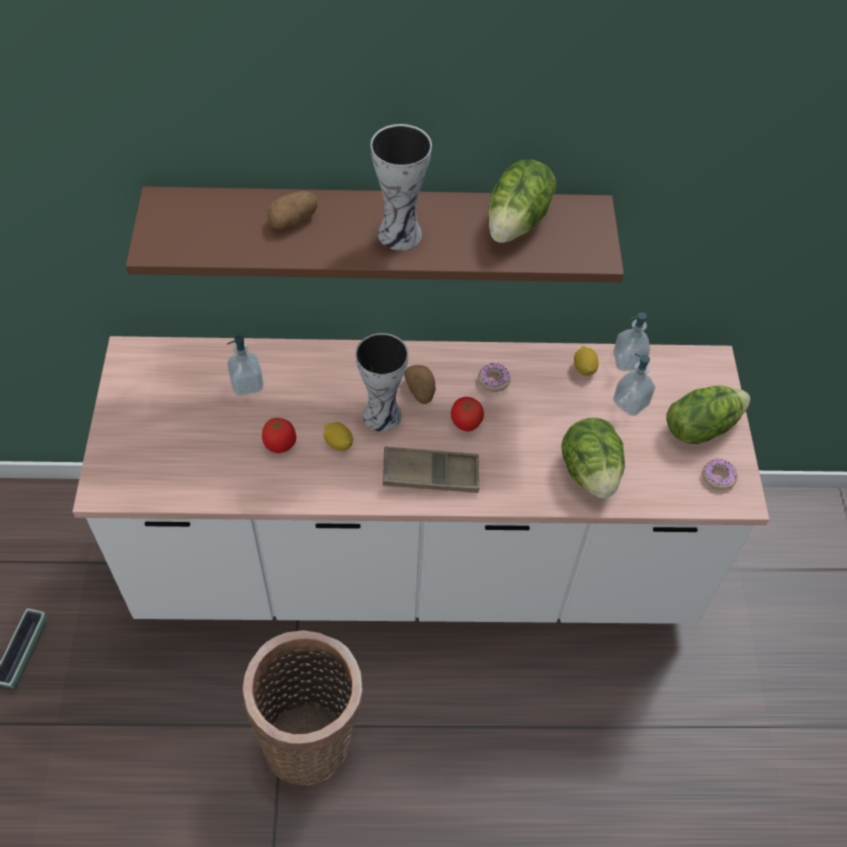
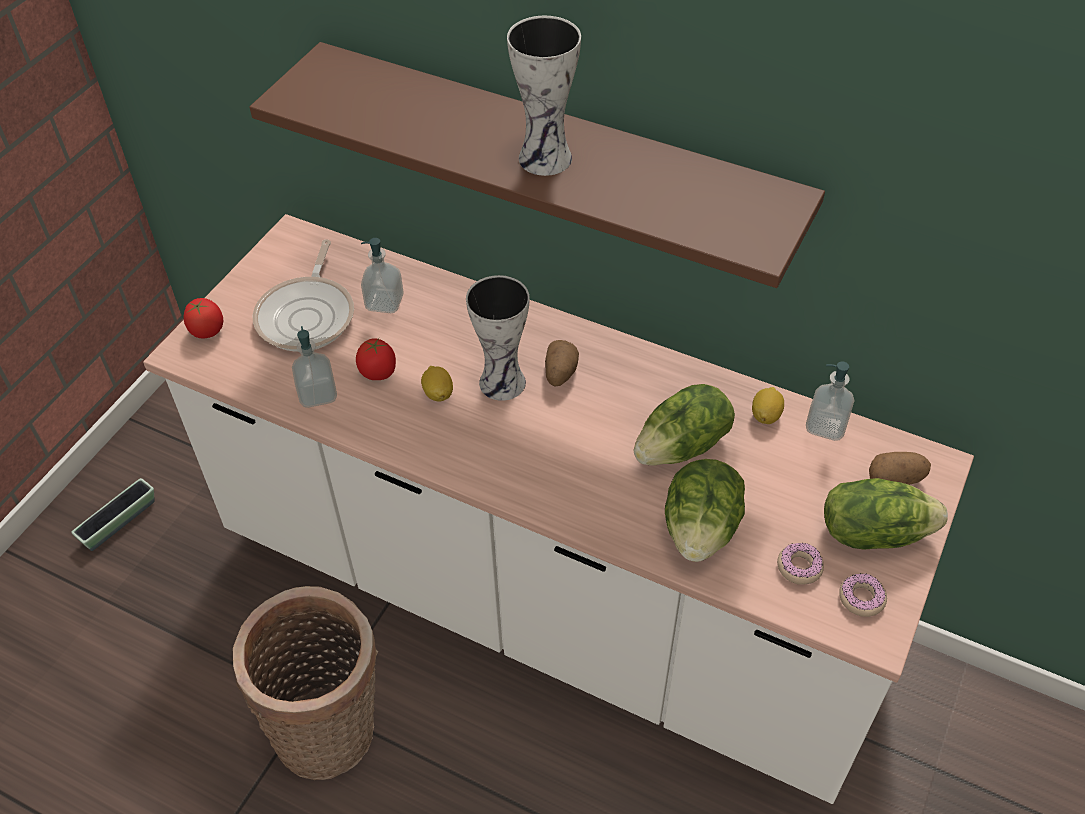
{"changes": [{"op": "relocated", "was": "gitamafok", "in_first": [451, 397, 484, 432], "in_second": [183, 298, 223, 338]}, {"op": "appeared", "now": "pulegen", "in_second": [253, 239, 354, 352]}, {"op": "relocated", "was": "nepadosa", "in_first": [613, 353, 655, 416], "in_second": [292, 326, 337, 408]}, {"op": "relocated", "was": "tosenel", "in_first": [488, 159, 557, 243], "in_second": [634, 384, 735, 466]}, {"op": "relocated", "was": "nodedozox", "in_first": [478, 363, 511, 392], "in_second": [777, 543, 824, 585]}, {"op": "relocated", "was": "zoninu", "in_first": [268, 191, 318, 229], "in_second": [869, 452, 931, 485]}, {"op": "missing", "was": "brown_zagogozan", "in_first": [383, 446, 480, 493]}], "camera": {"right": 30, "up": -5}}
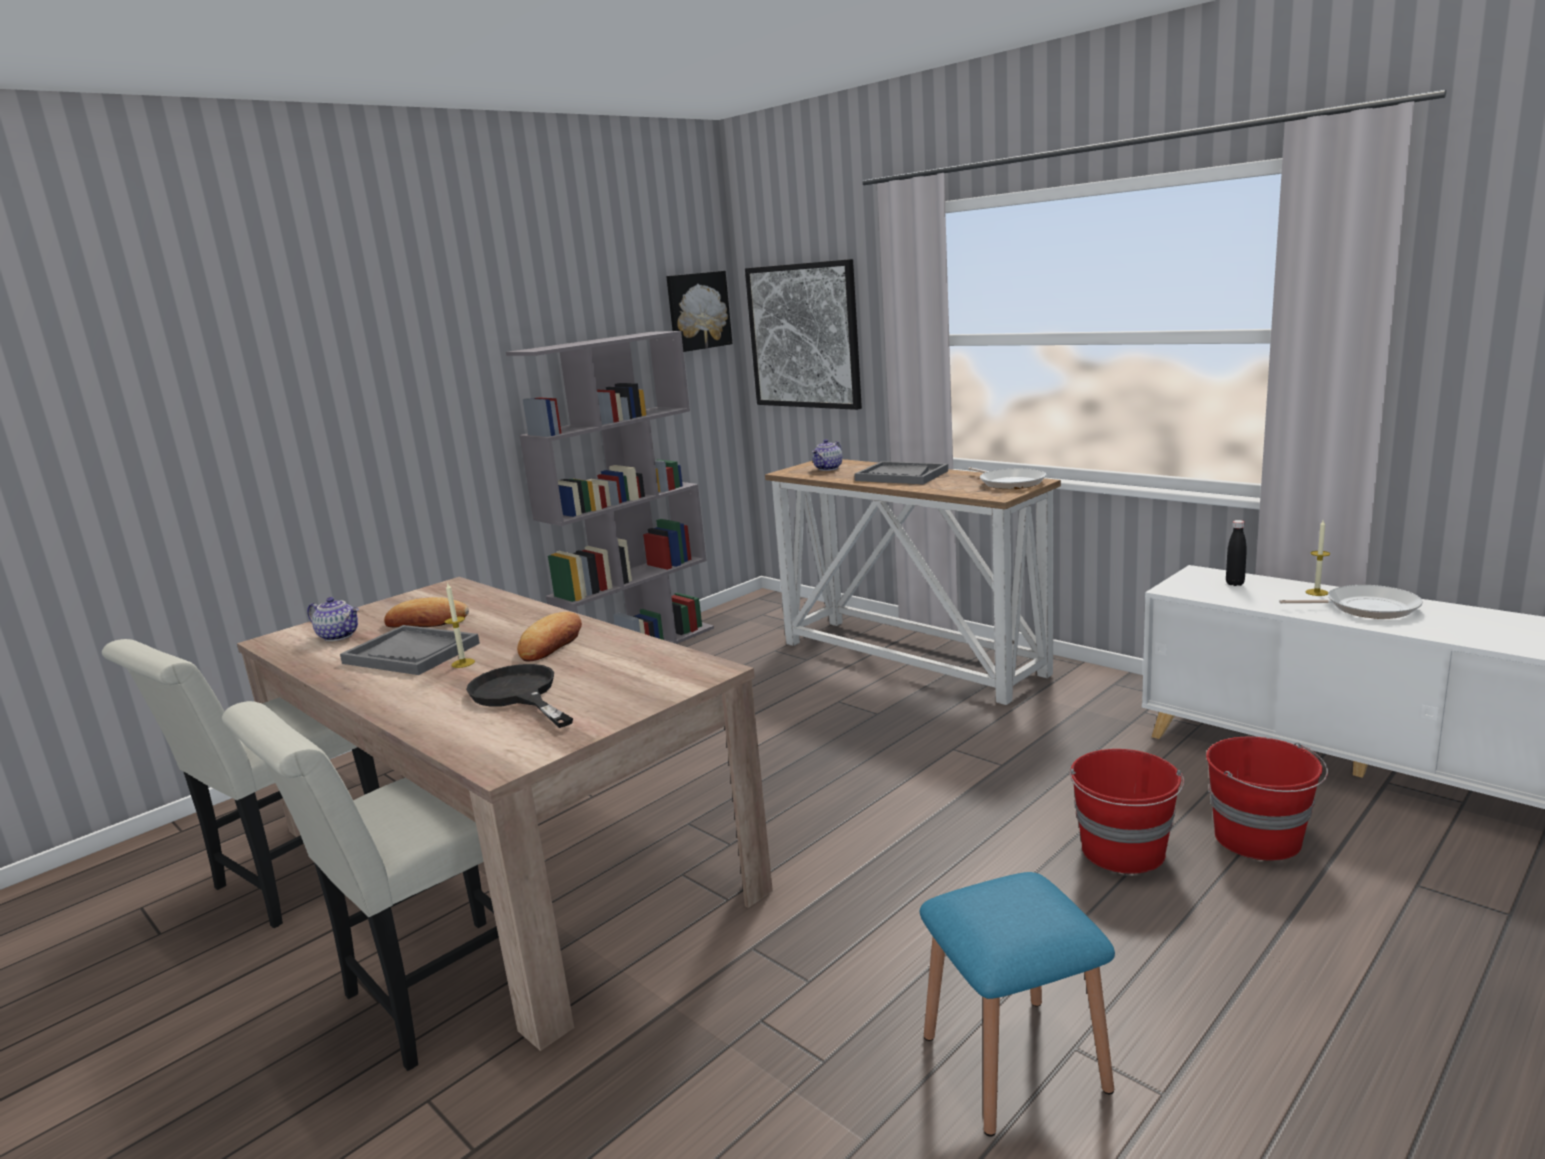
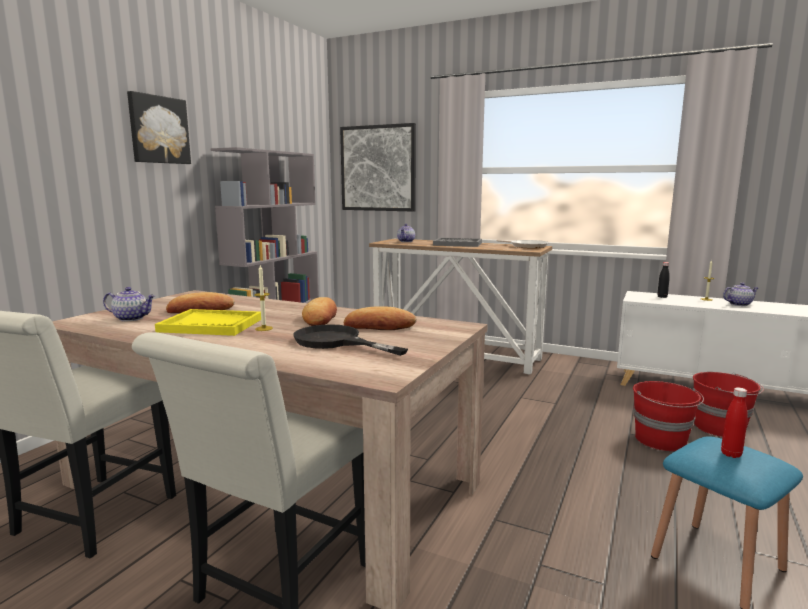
{"changes": [{"op": "relocated", "was": "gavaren", "in_first": [666, 271, 732, 352], "in_second": [127, 91, 191, 164]}, {"op": "colour", "was": "grey_zagogozan", "now": "yellow_zagogozan", "in_first": [340, 625, 480, 675], "in_second": [155, 309, 261, 336]}, {"op": "appeared", "now": "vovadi", "in_second": [344, 306, 417, 330]}, {"op": "appeared", "now": "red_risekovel", "in_second": [721, 387, 748, 458]}, {"op": "exchanged", "was": "pulegen", "now": "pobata", "in_first": [1279, 585, 1423, 619], "in_second": [723, 282, 758, 306]}], "camera": {"right": -20, "up": -5}}
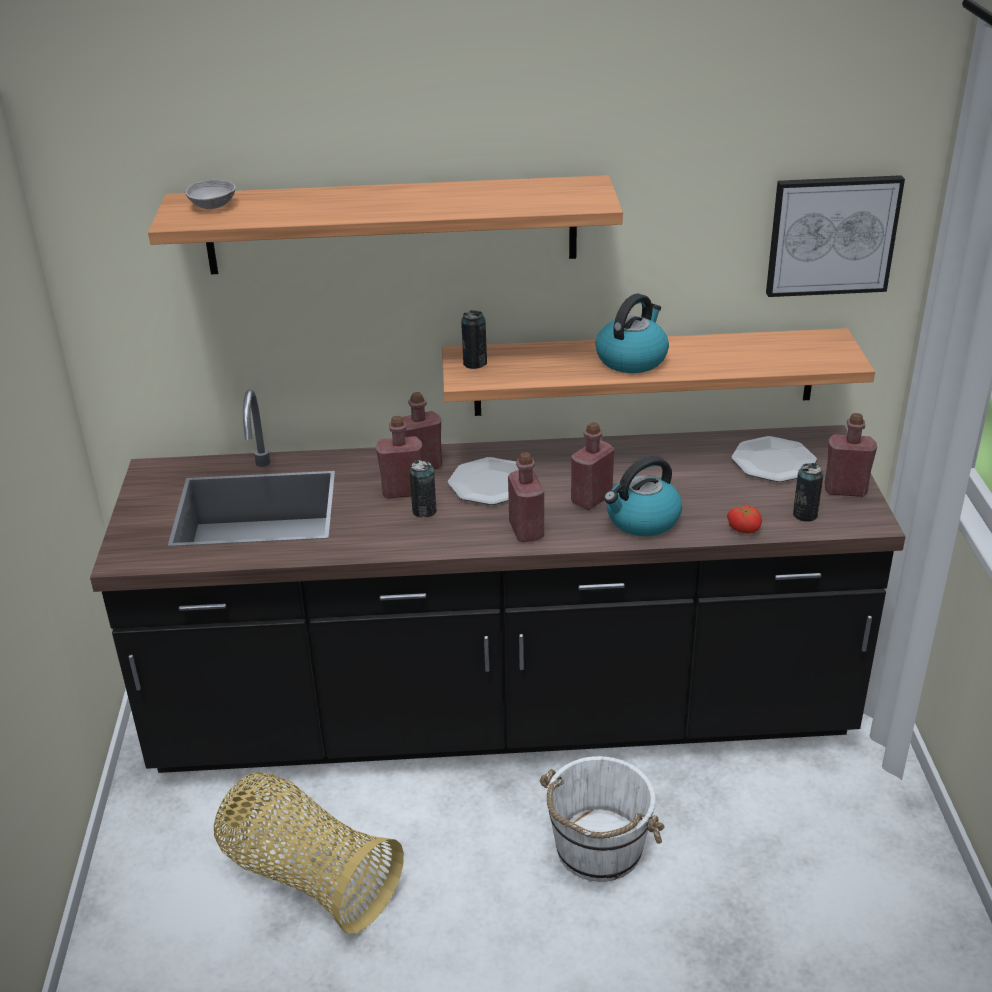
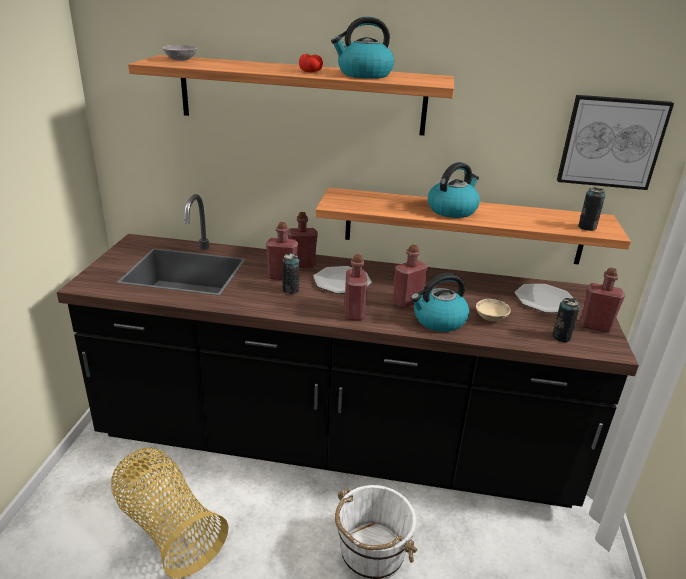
{"changes": [{"op": "relocated", "was": "gitamafok", "in_first": [727, 505, 762, 534], "in_second": [299, 54, 323, 72]}, {"op": "appeared", "now": "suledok", "in_second": [331, 17, 394, 79]}, {"op": "appeared", "now": "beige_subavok", "in_second": [476, 299, 511, 321]}, {"op": "relocated", "was": "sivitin", "in_first": [461, 310, 487, 369], "in_second": [578, 187, 605, 231]}], "camera": {"right": 10, "up": -5}}
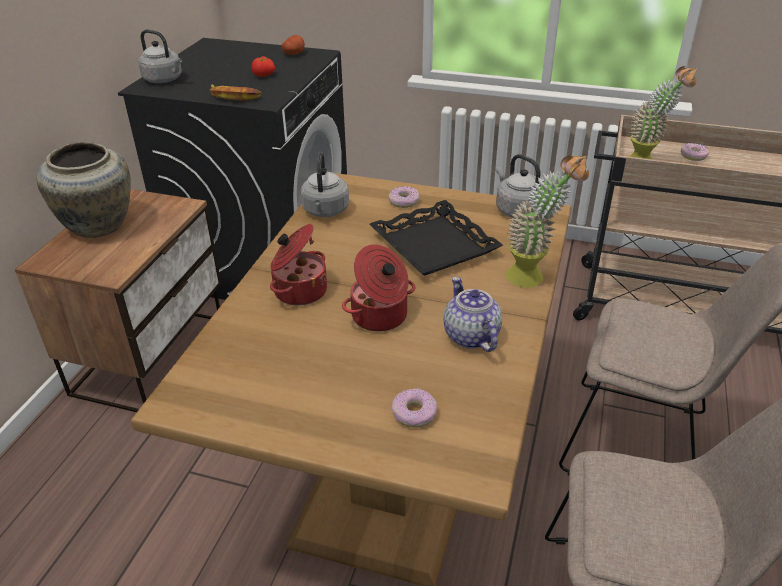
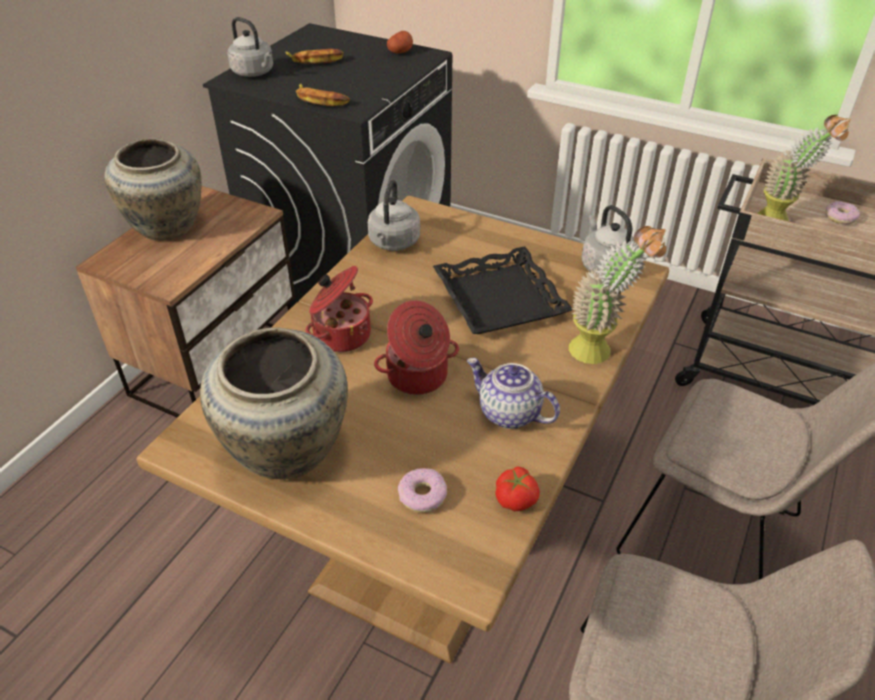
{"changes": [{"op": "appeared", "now": "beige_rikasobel", "in_second": [200, 327, 348, 479]}, {"op": "appeared", "now": "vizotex", "in_second": [285, 49, 344, 64]}, {"op": "spun", "was": "pobata", "in_first": [444, 277, 502, 352], "in_second": [467, 358, 560, 429], "clockwise": -45}, {"op": "relocated", "was": "gitamafok", "in_first": [251, 56, 275, 77], "in_second": [495, 466, 540, 511]}, {"op": "missing", "was": "nodedozox", "in_first": [388, 186, 420, 208]}], "camera": {"right": 10, "up": 5}}
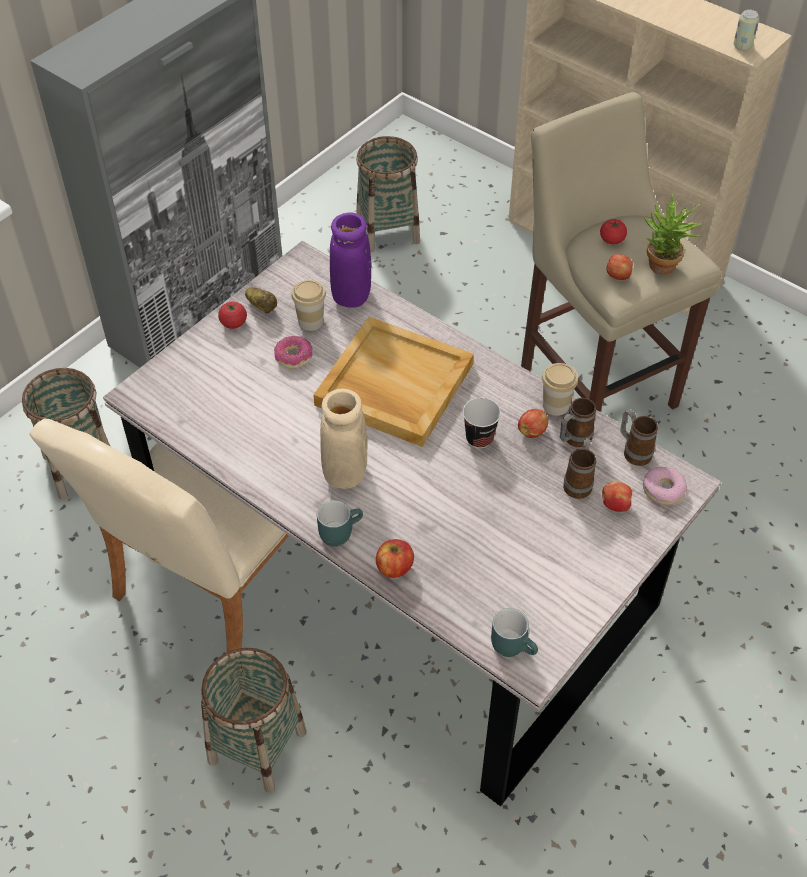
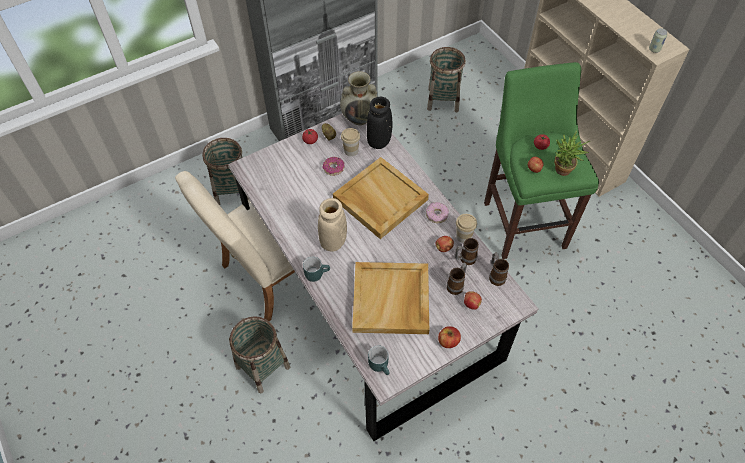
{"changes": [{"op": "appeared", "now": "beige_rikasobel", "in_second": [340, 71, 377, 125]}, {"op": "appeared", "now": "beige_zagogozan", "in_second": [352, 262, 429, 334]}, {"op": "colour", "was": "purple_rikasobel", "now": "black_rikasobel", "in_first": [330, 212, 371, 308], "in_second": [367, 97, 393, 149]}, {"op": "relocated", "was": "nodedozox", "in_first": [643, 466, 687, 505], "in_second": [426, 202, 449, 223]}, {"op": "relocated", "was": "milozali", "in_first": [376, 539, 414, 578], "in_second": [438, 326, 461, 348]}, {"op": "colour", "was": "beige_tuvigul", "now": "green_tuvigul", "in_first": [521, 92, 721, 412], "in_second": [484, 62, 599, 259]}, {"op": "missing", "was": "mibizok", "in_first": [463, 398, 501, 449]}], "camera": {"right": 20, "up": 5}}
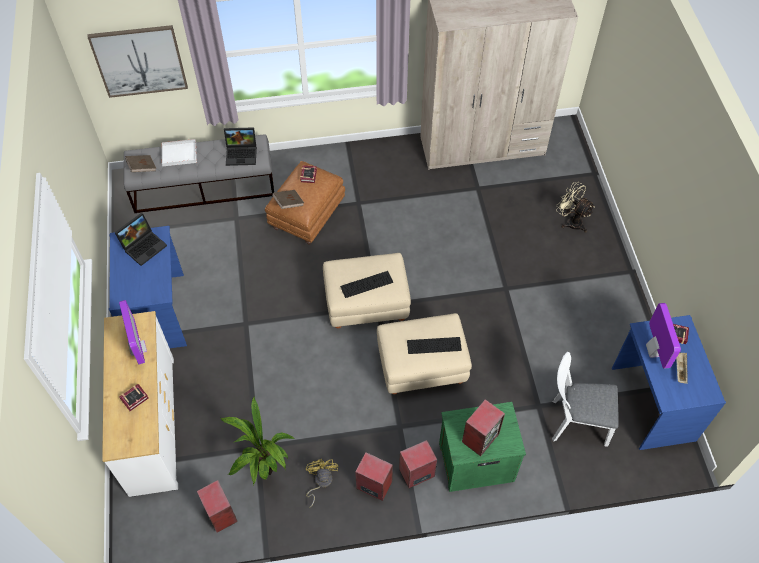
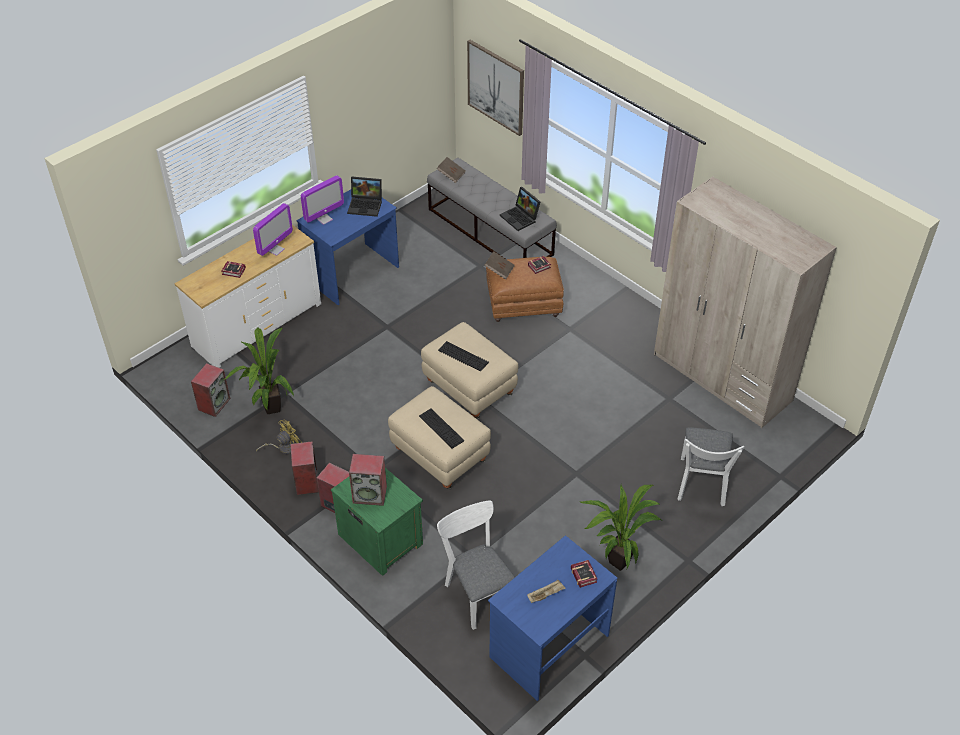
{"changes": [{"op": "relocated", "was": "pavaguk", "in_first": [646, 303, 681, 369], "in_second": [301, 175, 344, 225]}, {"op": "appeared", "now": "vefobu", "in_second": [579, 485, 661, 571]}, {"op": "exchanged", "was": "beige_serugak", "now": "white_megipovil", "in_first": [556, 182, 595, 233], "in_second": [677, 427, 745, 506]}, {"op": "missing", "was": "white_zagogozan", "in_first": [162, 139, 197, 166]}], "camera": {"right": 55, "up": -10}}
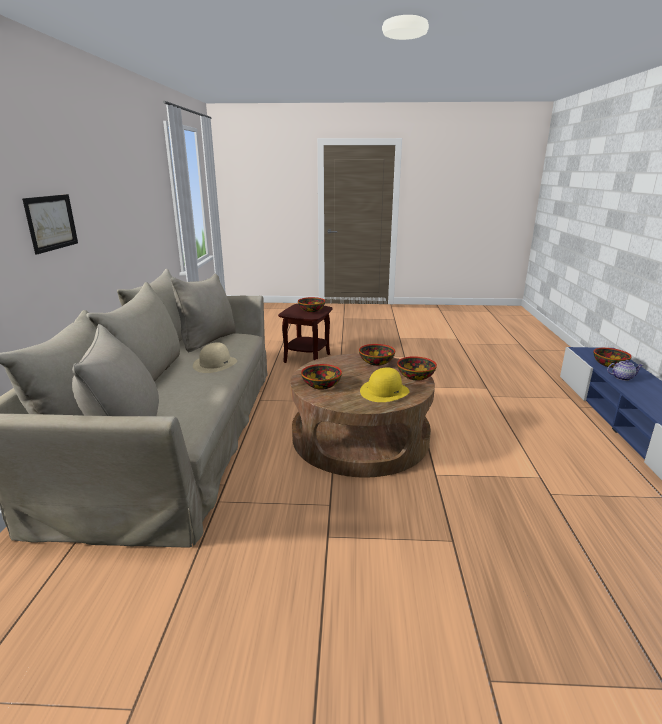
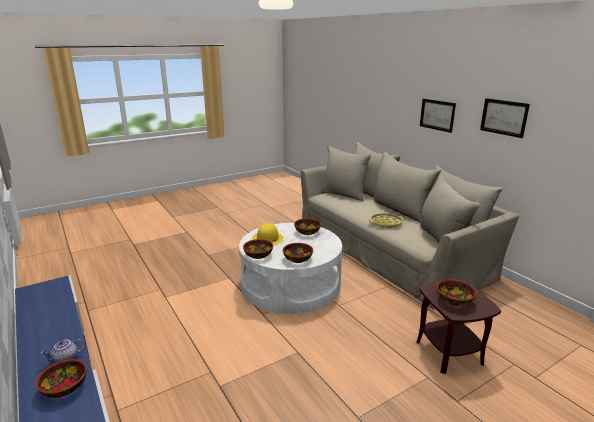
{"changes": [{"op": "colour", "was": "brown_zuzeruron", "now": "white_zuzeruron", "in_first": [290, 354, 435, 477], "in_second": [239, 223, 342, 314]}, {"op": "exchanged", "was": "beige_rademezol", "now": "yellow_zagogozan", "in_first": [193, 342, 237, 373], "in_second": [369, 213, 404, 228]}, {"op": "appeared", "now": "gavaren", "in_second": [480, 98, 530, 138]}], "camera": {"right": 145, "up": 0}}
